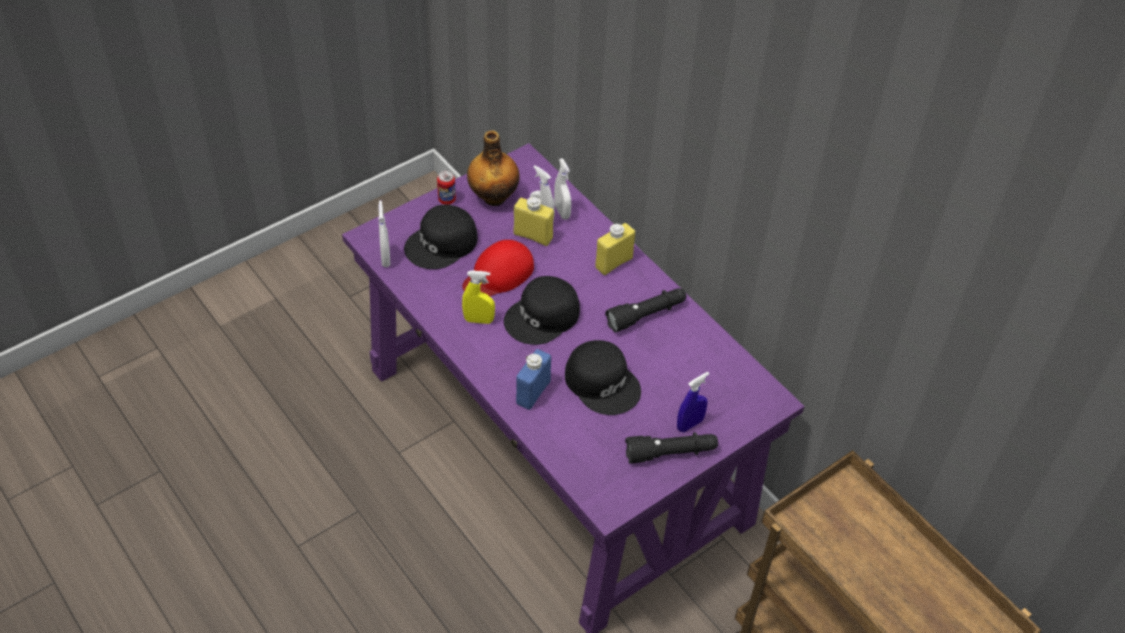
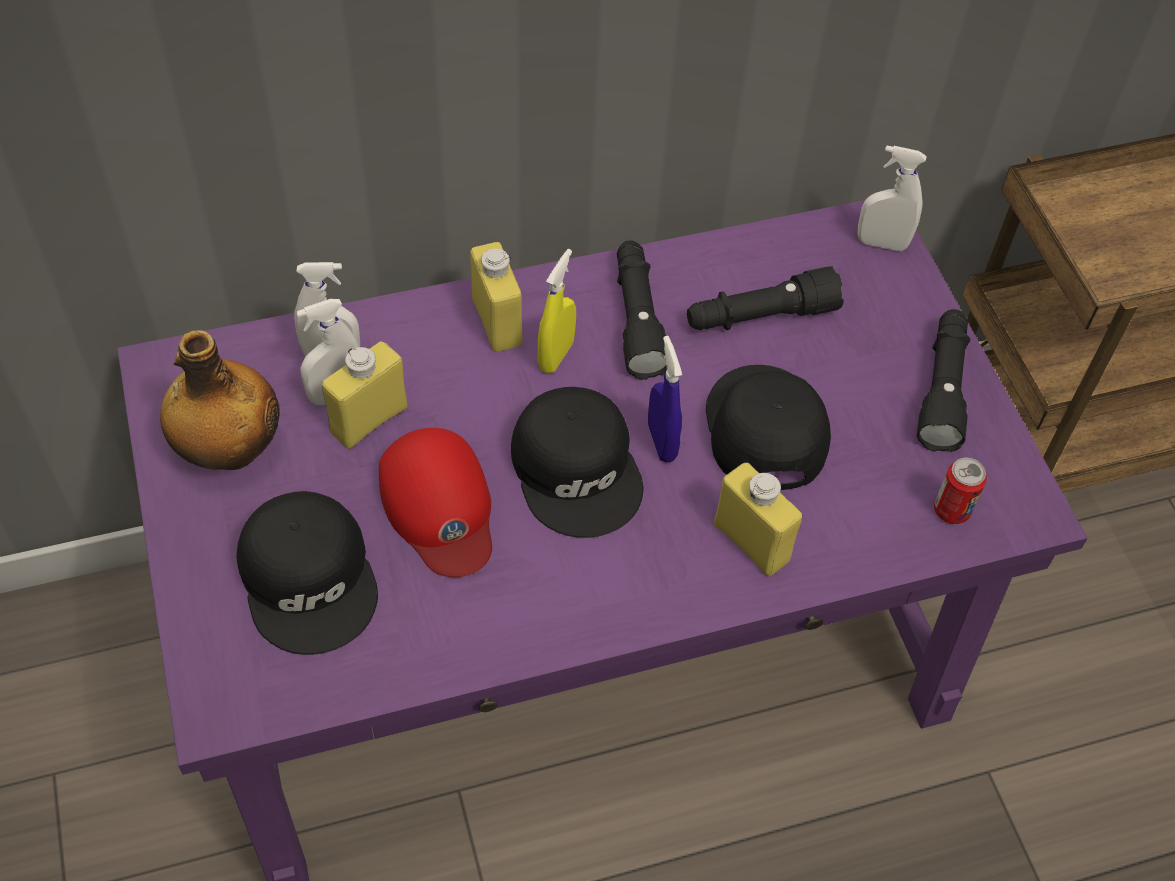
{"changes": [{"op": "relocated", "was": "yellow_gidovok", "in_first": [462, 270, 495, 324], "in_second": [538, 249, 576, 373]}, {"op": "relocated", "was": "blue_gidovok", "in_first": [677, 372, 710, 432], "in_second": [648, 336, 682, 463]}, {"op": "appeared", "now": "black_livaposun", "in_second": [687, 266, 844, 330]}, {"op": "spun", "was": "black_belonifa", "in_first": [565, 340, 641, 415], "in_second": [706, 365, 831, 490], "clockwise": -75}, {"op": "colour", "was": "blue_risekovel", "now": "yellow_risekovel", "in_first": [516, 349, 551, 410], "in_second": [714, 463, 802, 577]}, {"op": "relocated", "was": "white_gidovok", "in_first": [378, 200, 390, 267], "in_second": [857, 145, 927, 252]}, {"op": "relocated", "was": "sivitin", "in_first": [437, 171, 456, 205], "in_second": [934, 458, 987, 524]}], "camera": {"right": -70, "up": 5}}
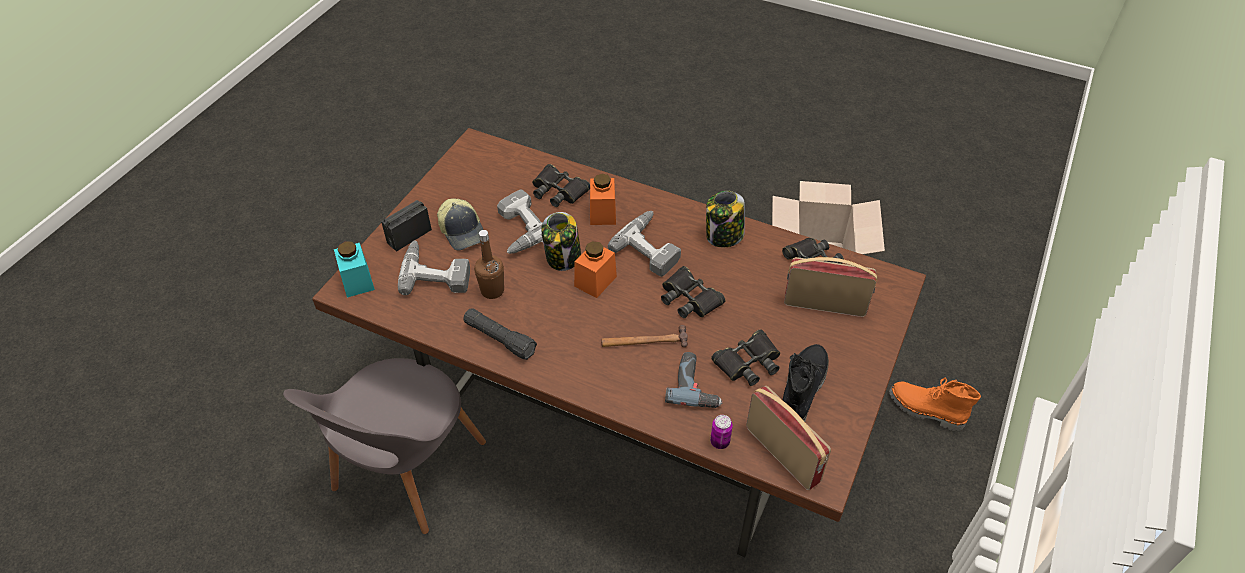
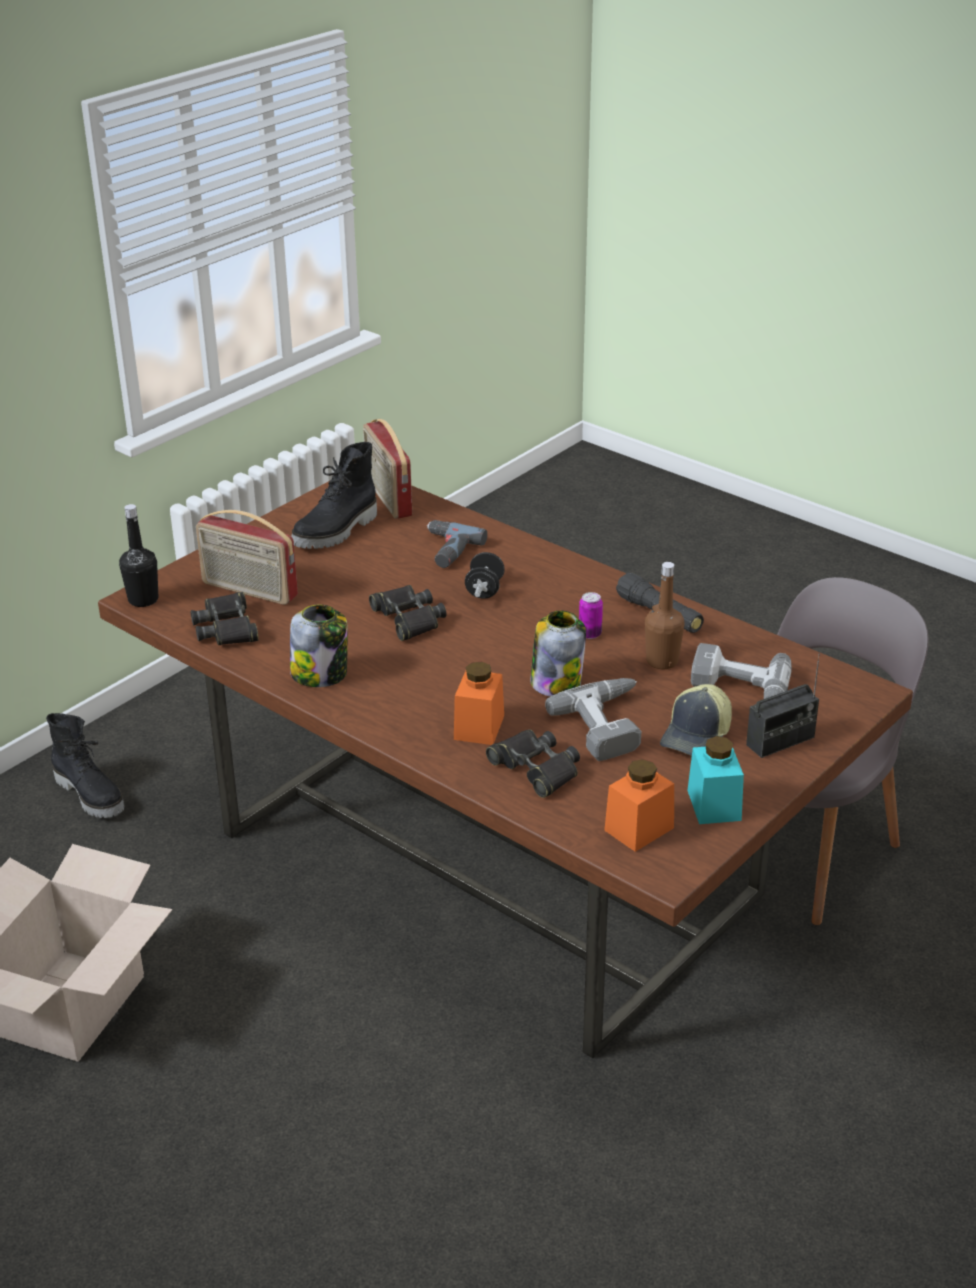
{"changes": [{"op": "colour", "was": "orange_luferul", "now": "black_luferul", "in_first": [889, 378, 981, 431], "in_second": [46, 713, 124, 818]}, {"op": "appeared", "now": "black_risekovel", "in_second": [119, 504, 158, 607]}, {"op": "exchanged", "was": "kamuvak", "now": "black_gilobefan", "in_first": [601, 325, 688, 347], "in_second": [465, 552, 505, 599]}, {"op": "relocated", "was": "sivitin", "in_first": [710, 415, 733, 449], "in_second": [579, 592, 603, 639]}, {"op": "relocated", "was": "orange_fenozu", "in_first": [574, 241, 617, 298], "in_second": [604, 759, 674, 852]}, {"op": "spun", "was": "belonifa", "in_first": [437, 198, 483, 251], "in_second": [660, 684, 732, 756], "clockwise": -135}, {"op": "relocated", "was": "turquoise_fenozu", "in_first": [334, 242, 375, 297], "in_second": [687, 736, 744, 824]}, {"op": "missing", "was": "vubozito", "in_first": [608, 211, 681, 277]}, {"op": "missing", "was": "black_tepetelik", "in_first": [711, 329, 780, 386]}], "camera": {"right": -165, "up": -15}}
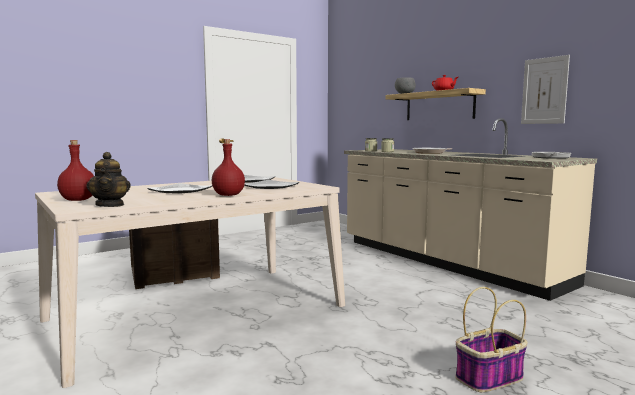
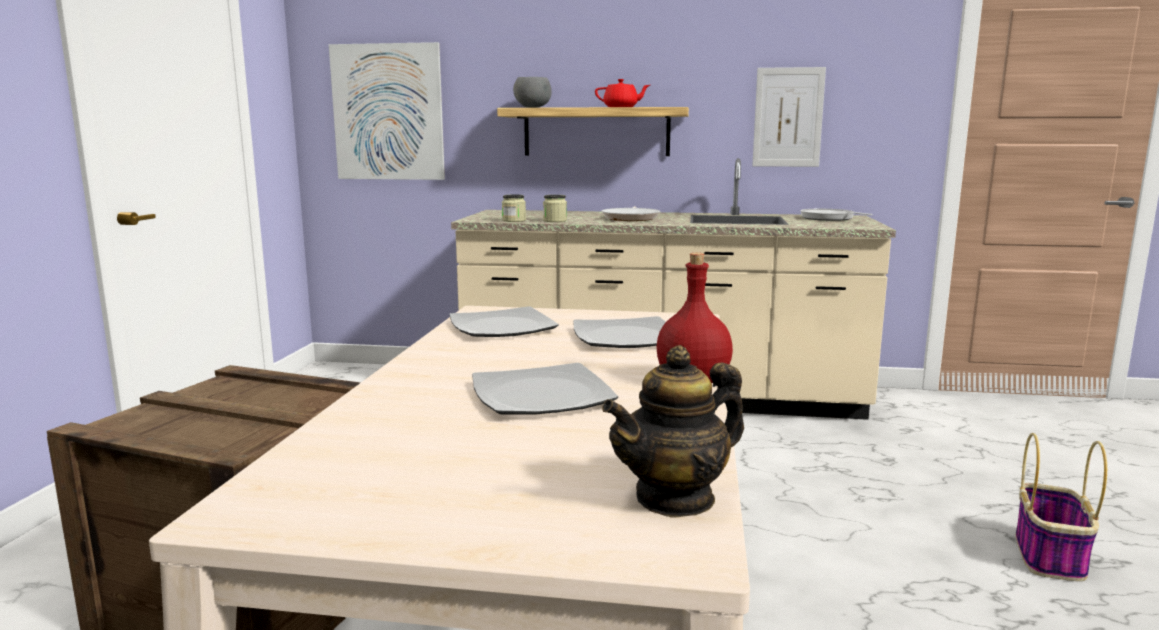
{"changes": [{"op": "appeared", "now": "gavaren", "in_second": [329, 42, 445, 180]}, {"op": "spun", "was": "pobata", "in_first": [86, 152, 131, 207], "in_second": [602, 345, 744, 518], "clockwise": 120}, {"op": "missing", "was": "red_risekovel", "in_first": [57, 140, 94, 201]}], "camera": {"right": -45, "up": 5}}
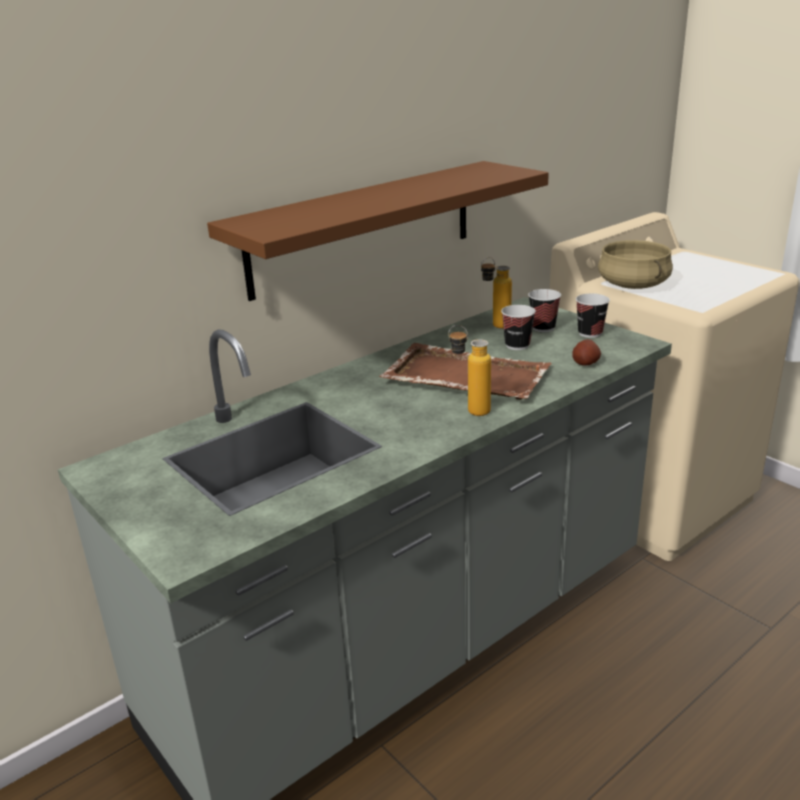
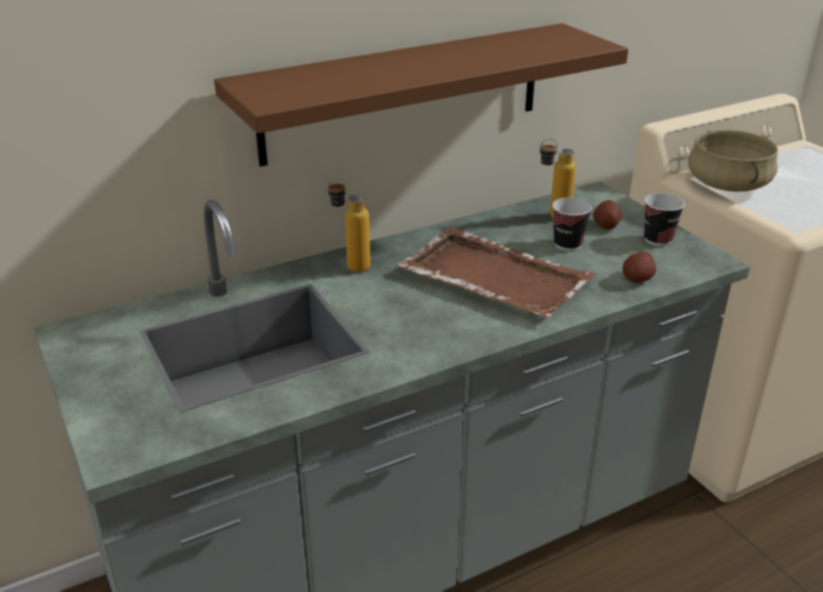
{"changes": [{"op": "relocated", "was": "risekovel", "in_first": [448, 325, 491, 416], "in_second": [328, 177, 370, 272]}, {"op": "exchanged", "was": "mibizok", "now": "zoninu", "in_first": [528, 289, 561, 332], "in_second": [593, 200, 622, 230]}], "camera": {"right": 10, "up": 5}}
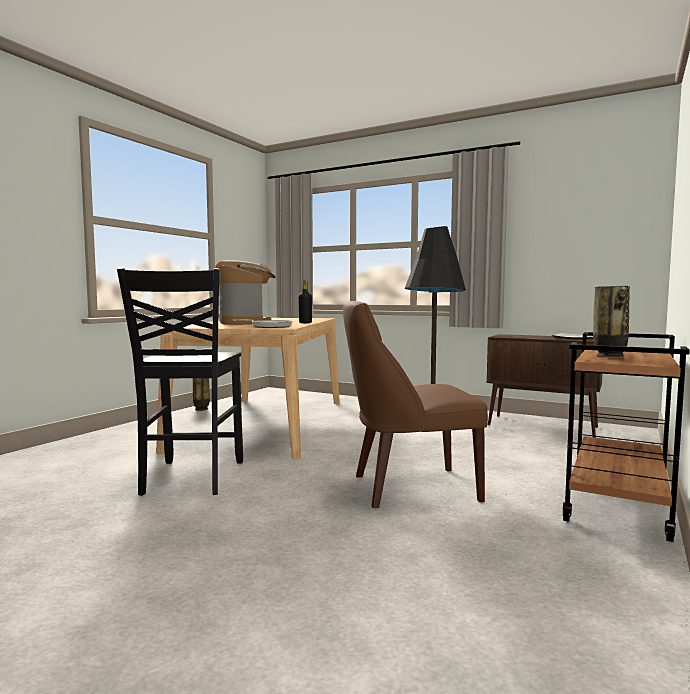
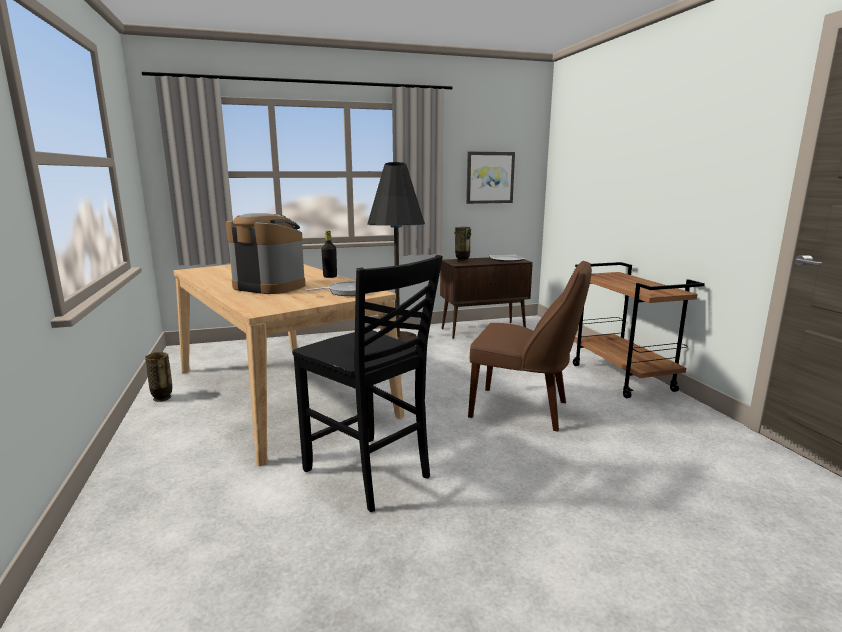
{"changes": [{"op": "relocated", "was": "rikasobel", "in_first": [593, 286, 630, 358], "in_second": [454, 227, 471, 262]}, {"op": "appeared", "now": "gavaren", "in_second": [466, 152, 515, 204]}, {"op": "spun", "was": "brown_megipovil", "in_first": [343, 301, 488, 508], "in_second": [468, 261, 592, 432], "clockwise": -105}], "camera": {"right": -45, "up": 10}}
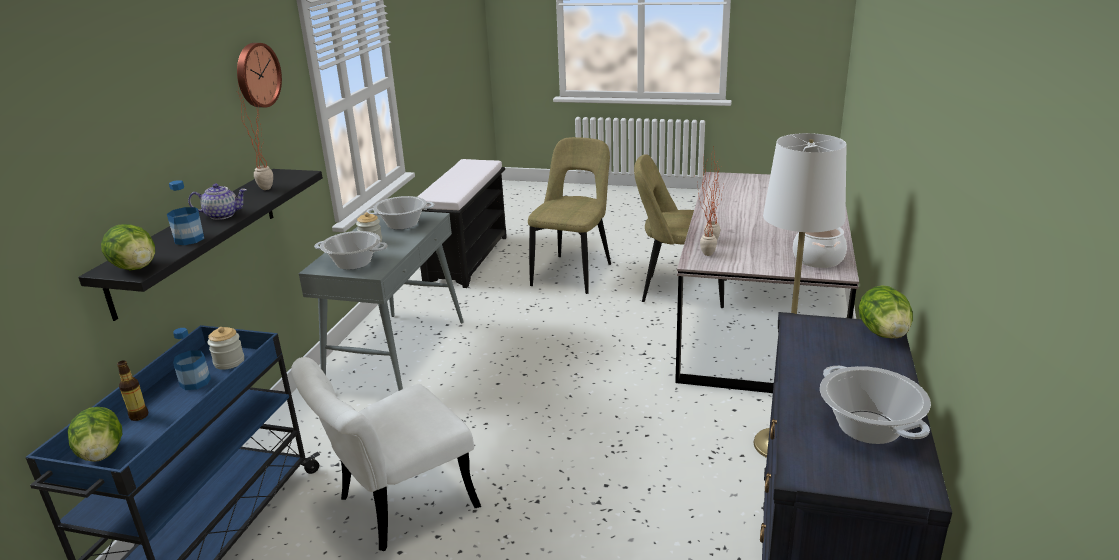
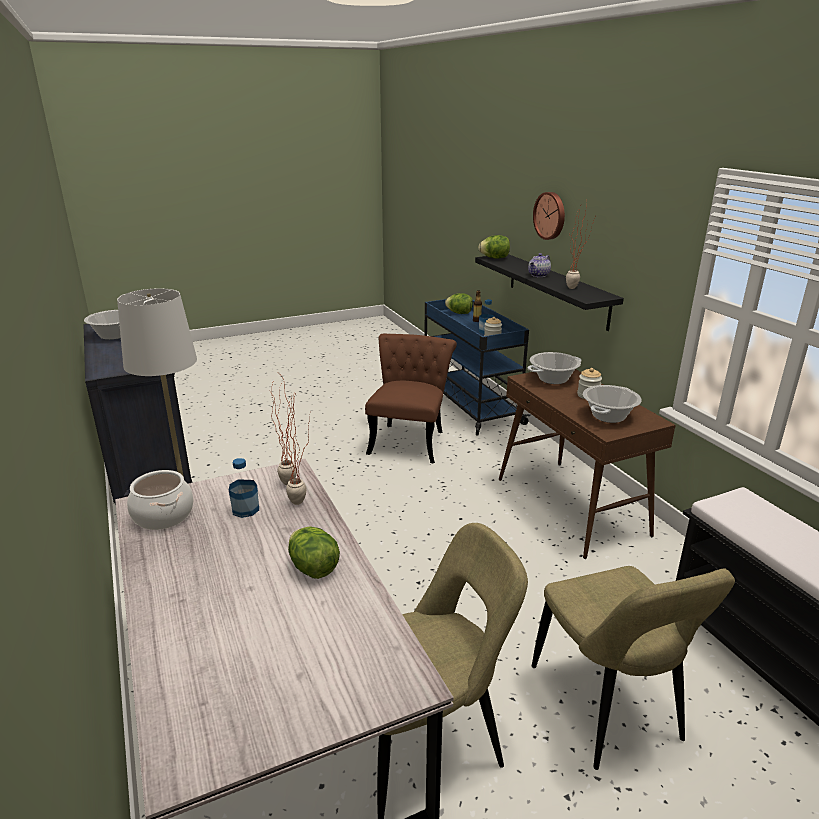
{"changes": [{"op": "relocated", "was": "risekovel", "in_first": [167, 180, 204, 245], "in_second": [229, 458, 259, 518]}, {"op": "relocated", "was": "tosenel", "in_first": [858, 285, 913, 339], "in_second": [288, 527, 340, 579]}, {"op": "colour", "was": "white_megipovil", "now": "brown_megipovil", "in_first": [291, 357, 481, 551], "in_second": [365, 334, 457, 463]}, {"op": "colour", "was": "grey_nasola", "now": "brown_nasola", "in_first": [299, 211, 464, 391], "in_second": [499, 369, 676, 559]}, {"op": "relocated", "was": "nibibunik", "in_first": [237, 43, 282, 108], "in_second": [533, 192, 565, 240]}], "camera": {"right": 140, "up": 0}}
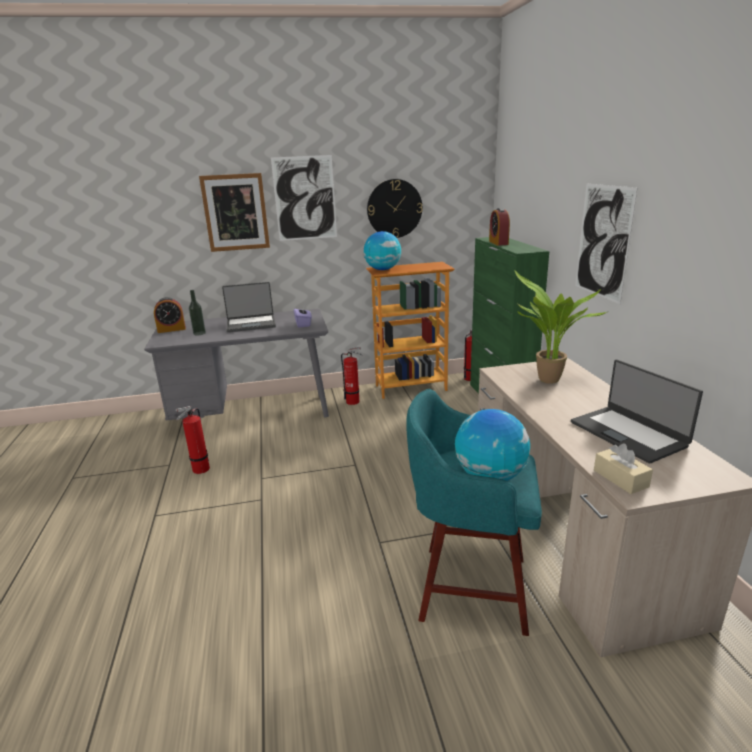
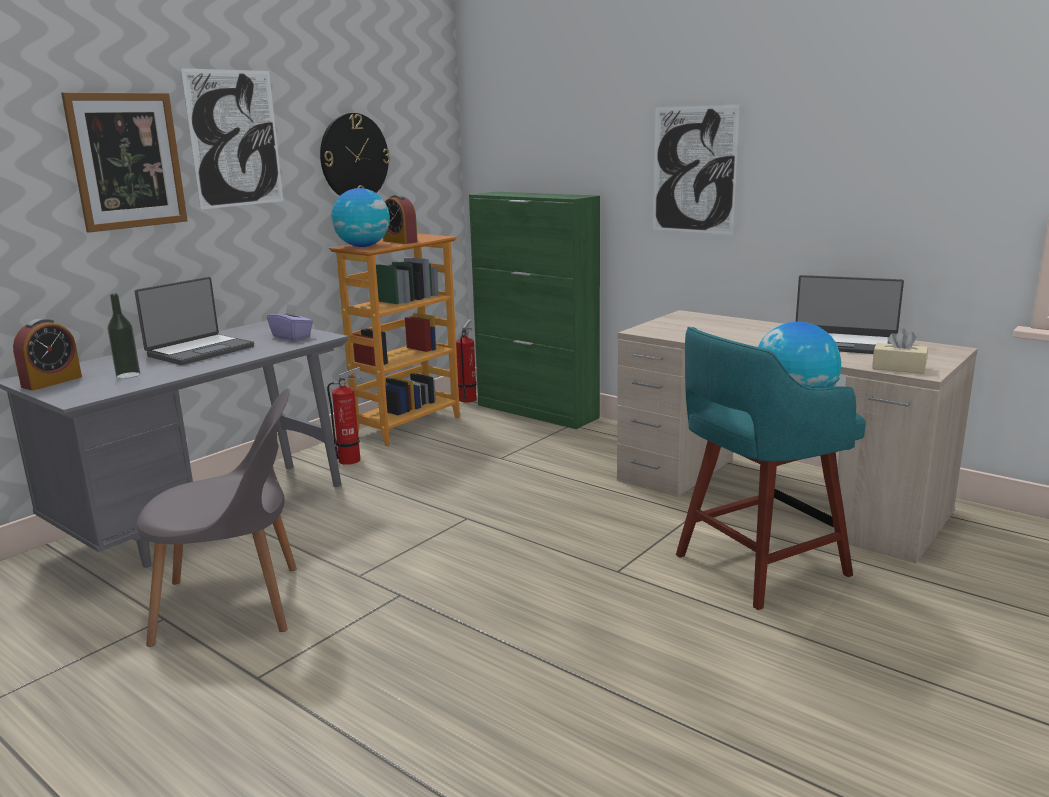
{"changes": [{"op": "exchanged", "was": "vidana", "now": "grey_megipovil", "in_first": [176, 406, 210, 474], "in_second": [137, 388, 297, 647]}, {"op": "relocated", "was": "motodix", "in_first": [489, 208, 510, 246], "in_second": [383, 195, 418, 244]}, {"op": "missing", "was": "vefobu", "in_first": [515, 271, 607, 384]}], "camera": {"right": -40, "up": -5}}
